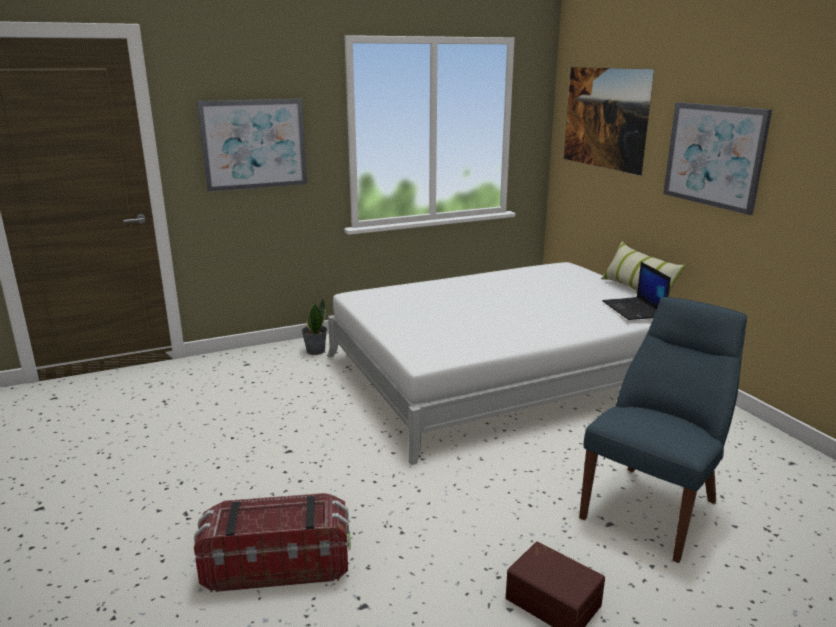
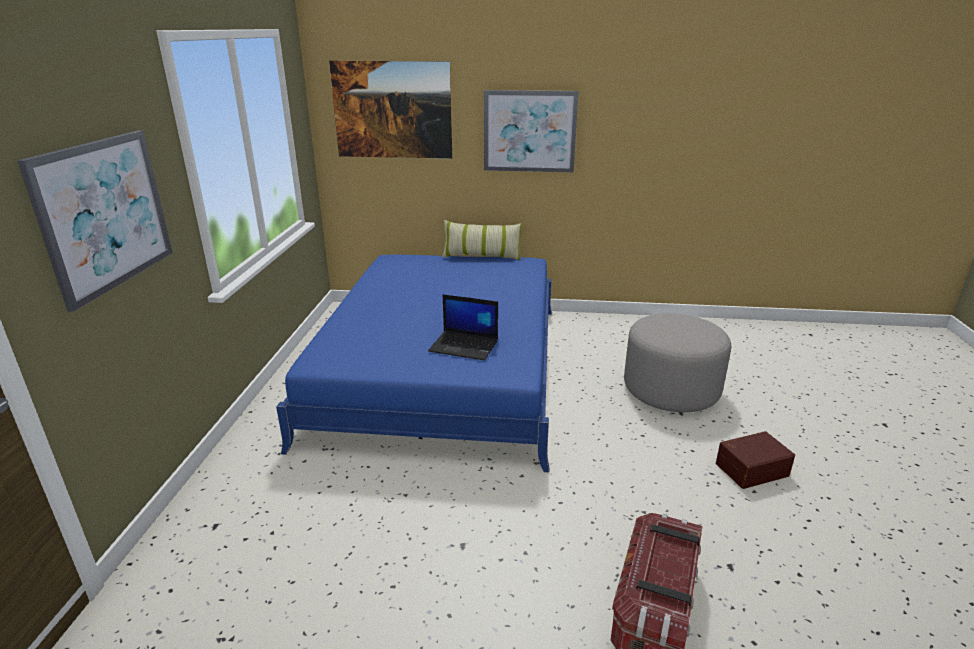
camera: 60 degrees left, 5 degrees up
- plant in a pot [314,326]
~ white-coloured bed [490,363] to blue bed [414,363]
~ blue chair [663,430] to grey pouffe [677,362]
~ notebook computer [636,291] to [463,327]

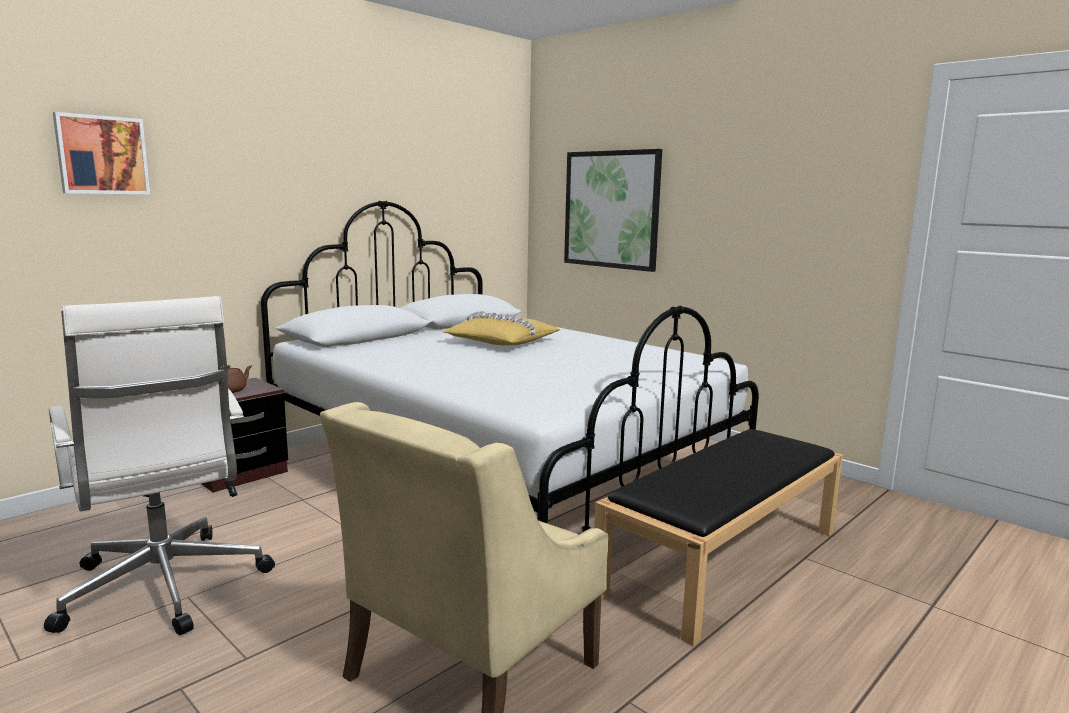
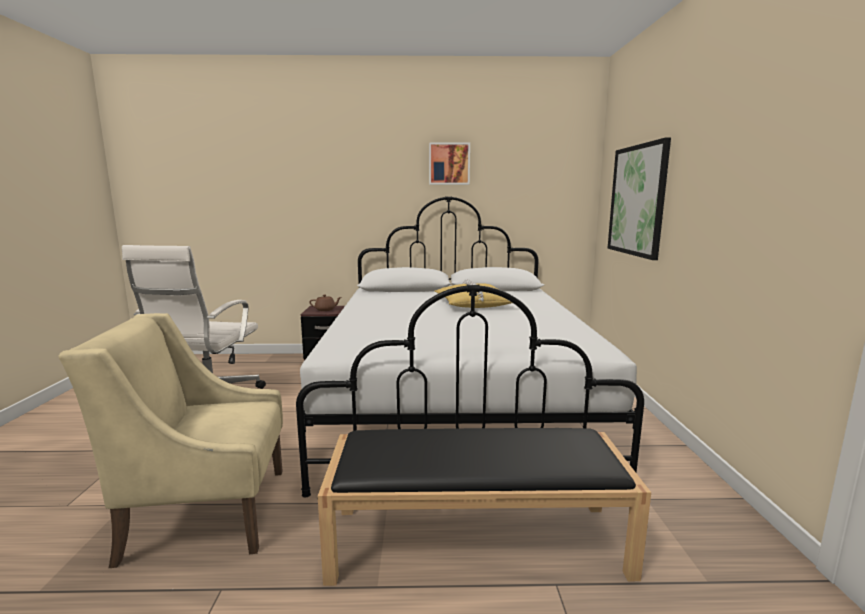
camera: 45 degrees right, 0 degrees up
~ picture [101,153] to [449,163]

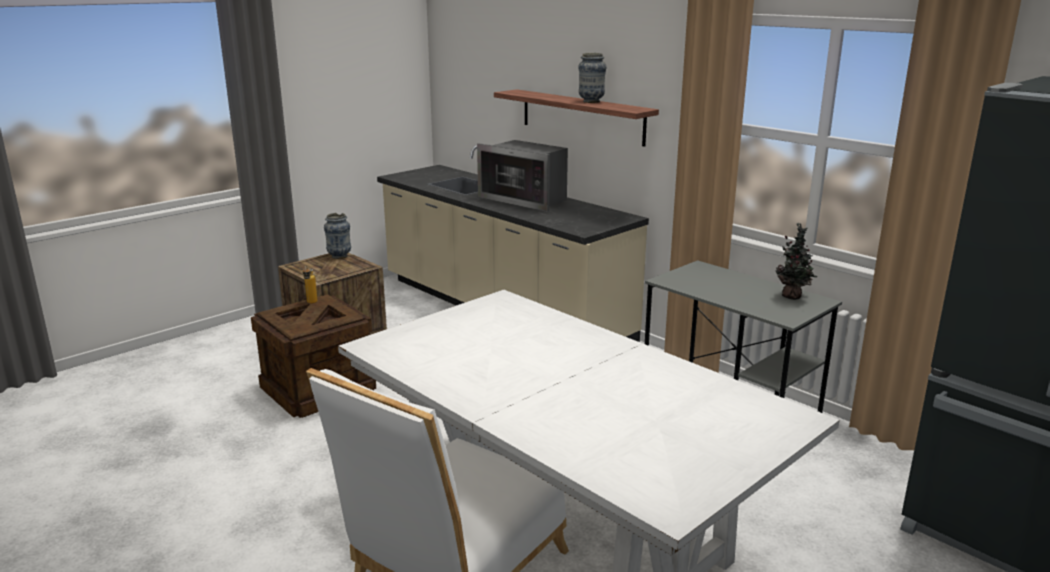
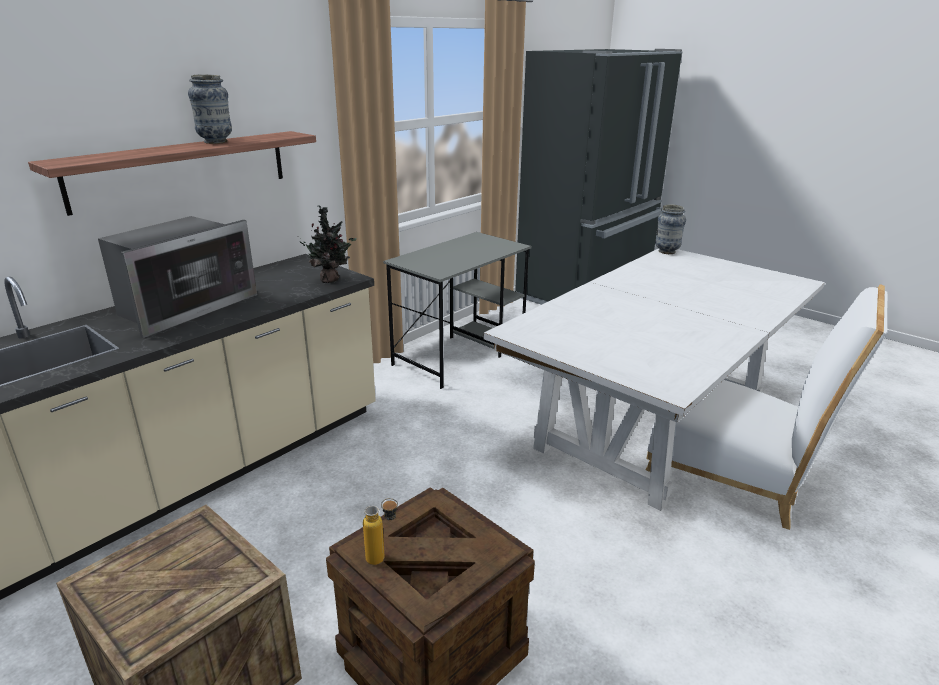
camera: 95 degrees left, 5 degrees up
~ decorative vase [337,236] to [670,229]
~ plant in a pot [797,261] to [328,244]

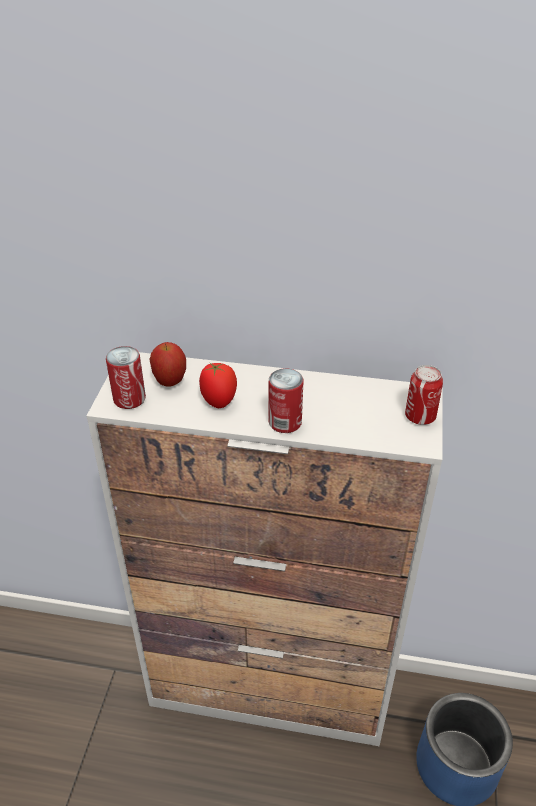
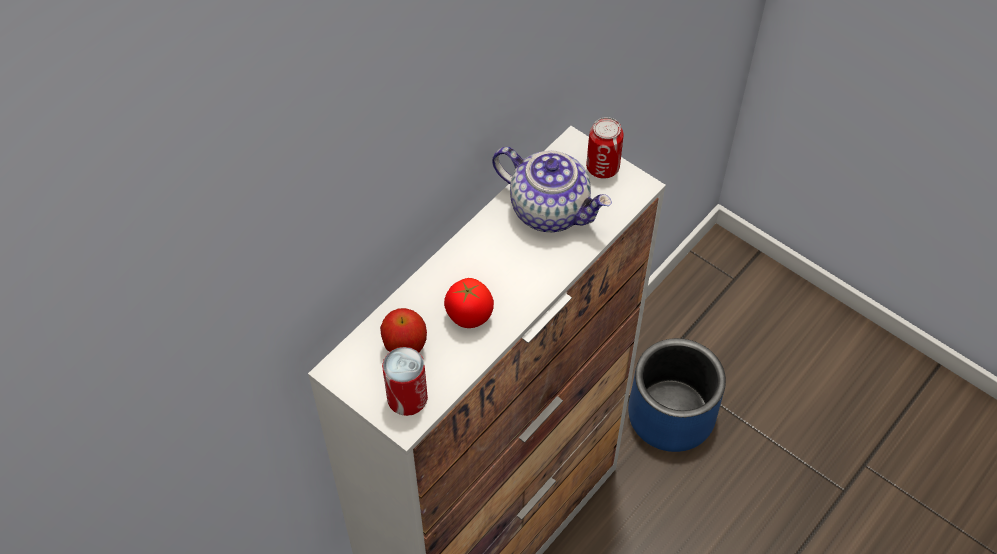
camera: 60 degrees left, 15 degrees up
- can [286,400]
+ pot for tea [552,189]

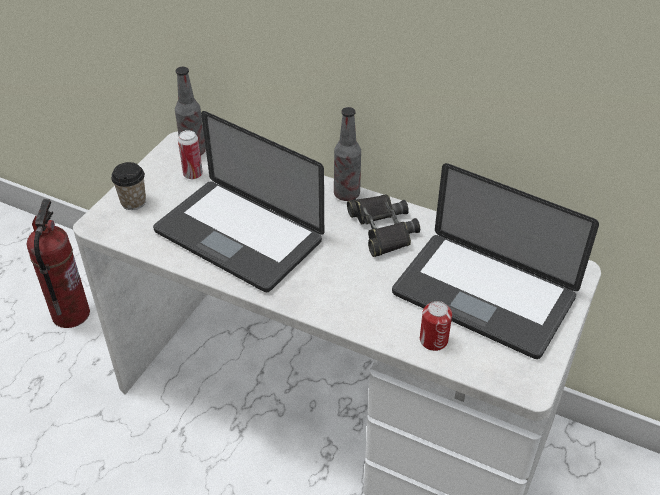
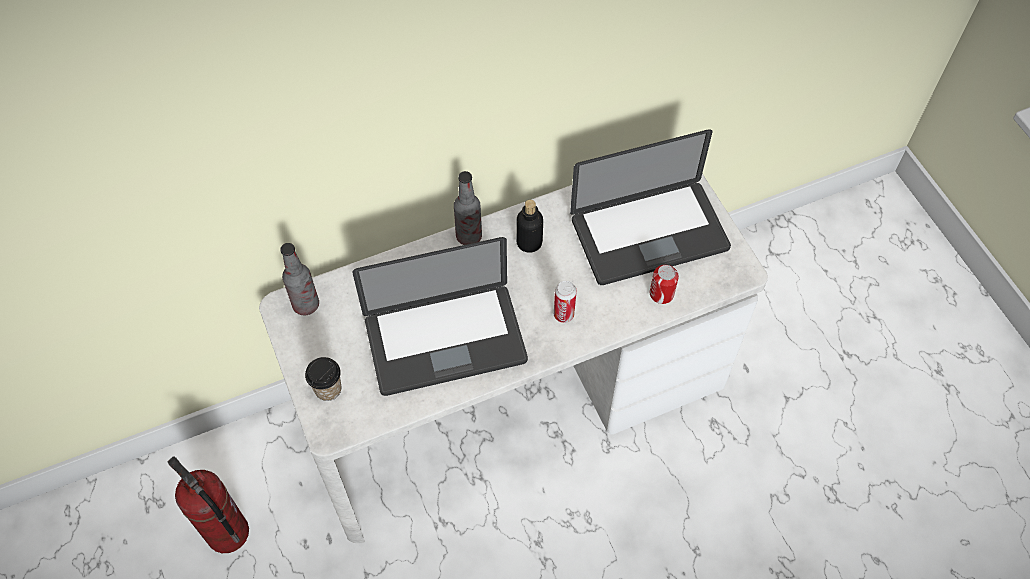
camera: 50 degrees left, 15 degrees up
~ can [190,154] to [565,302]
~ black field glasses [383,226] to bottle [529,226]

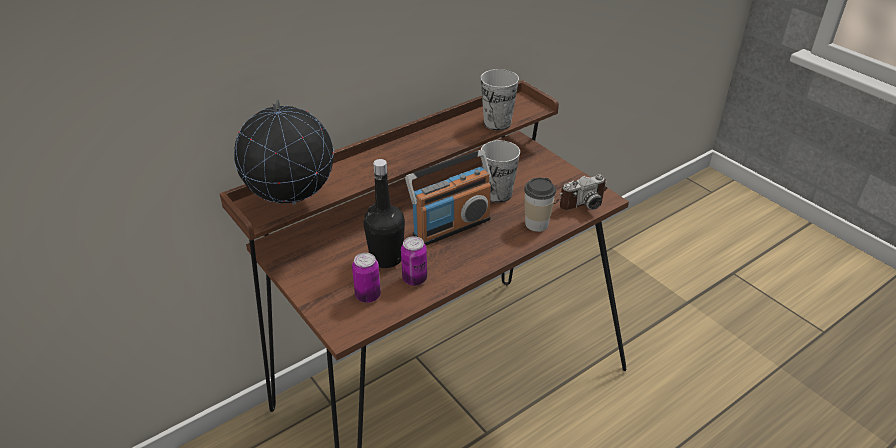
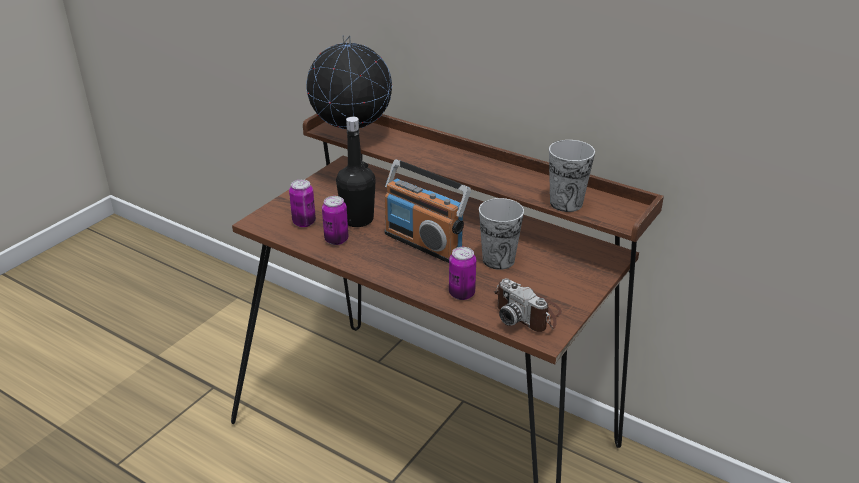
camera: 70 degrees right, 5 degrees down
~ cup [540,205] to can [462,273]

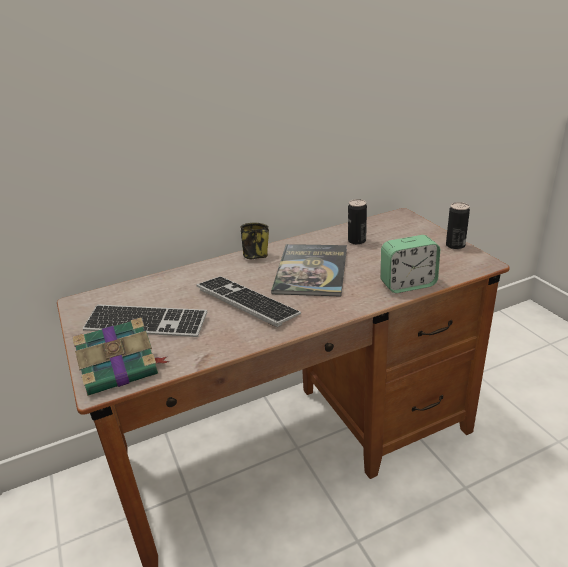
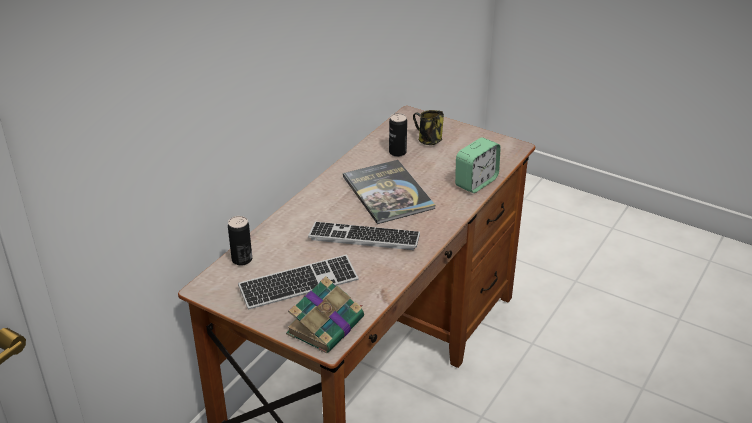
camera: 35 degrees left, 5 degrees up
~ coffee mug [255,240] to [428,127]
~ can [458,226] to [240,241]

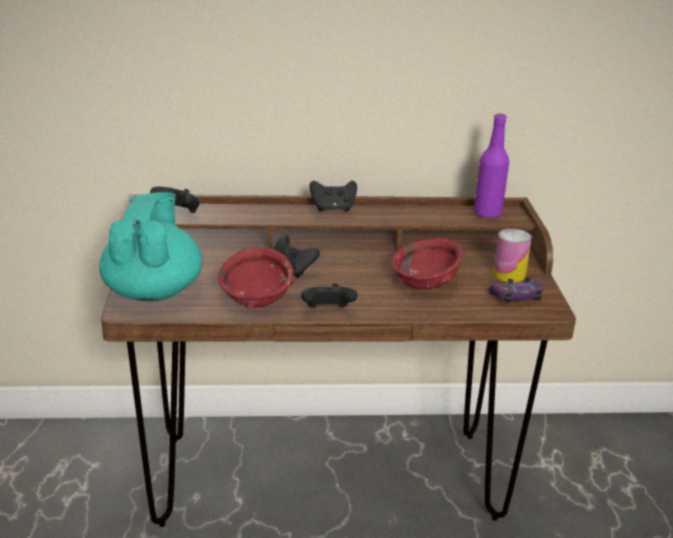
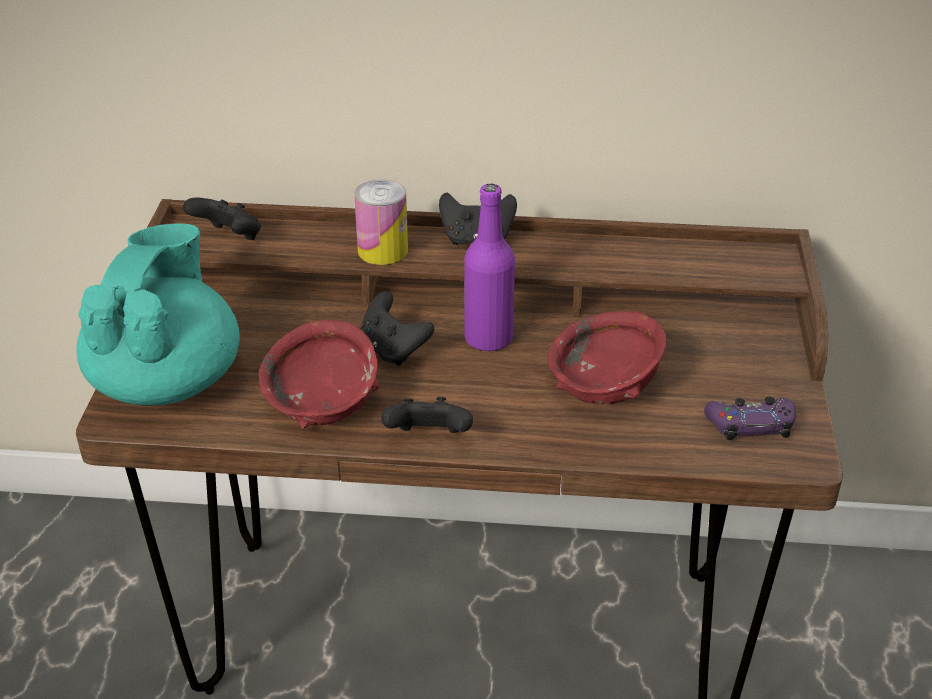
camera: 10 degrees right, 10 degrees up
~ purple-coloured bottle [491,166] to [489,268]
~ can [512,256] to [381,222]

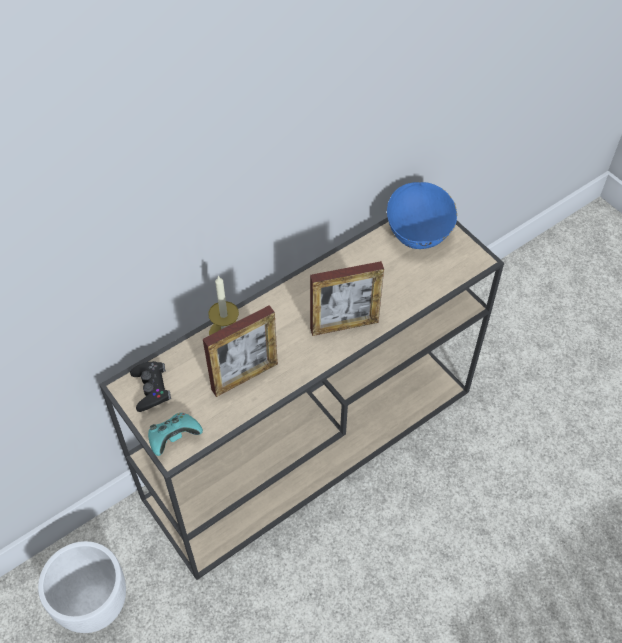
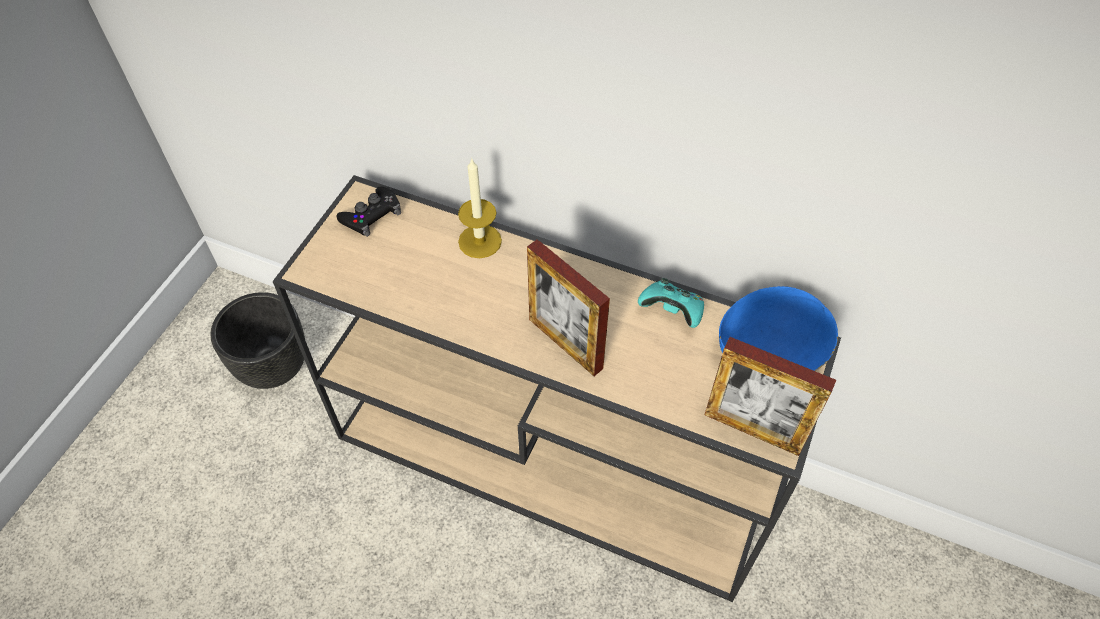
camera: 60 degrees right, 0 degrees up
~ white-coloured plant pot [82,587] to black plant pot [257,340]
~ turquoise-coloured gamepad [175,434] to [671,303]
~ picture frame [240,351] to [770,396]

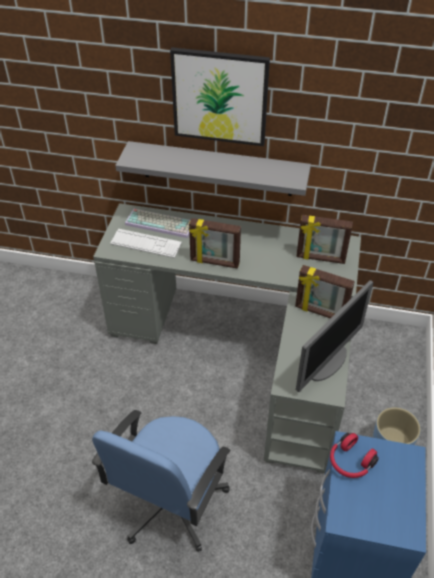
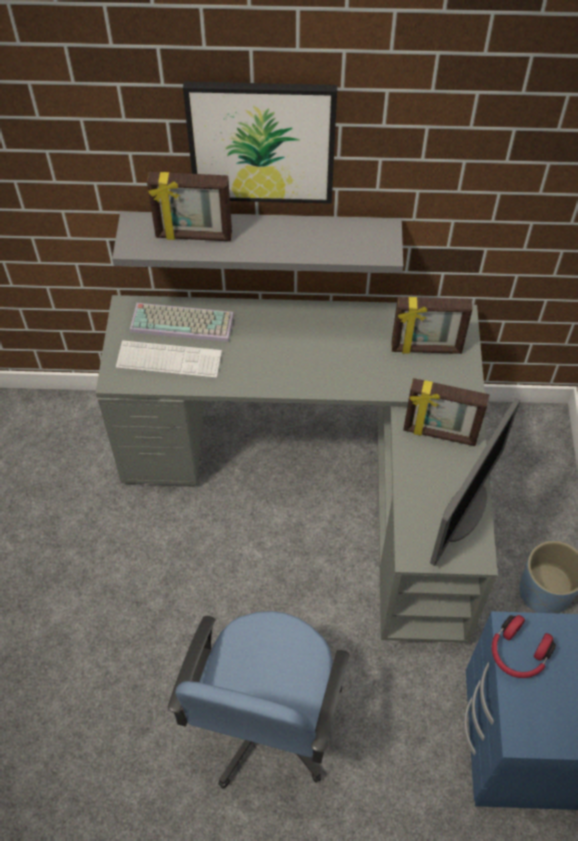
camera: 10 degrees left, 10 degrees up
~ picture frame [215,243] to [189,206]

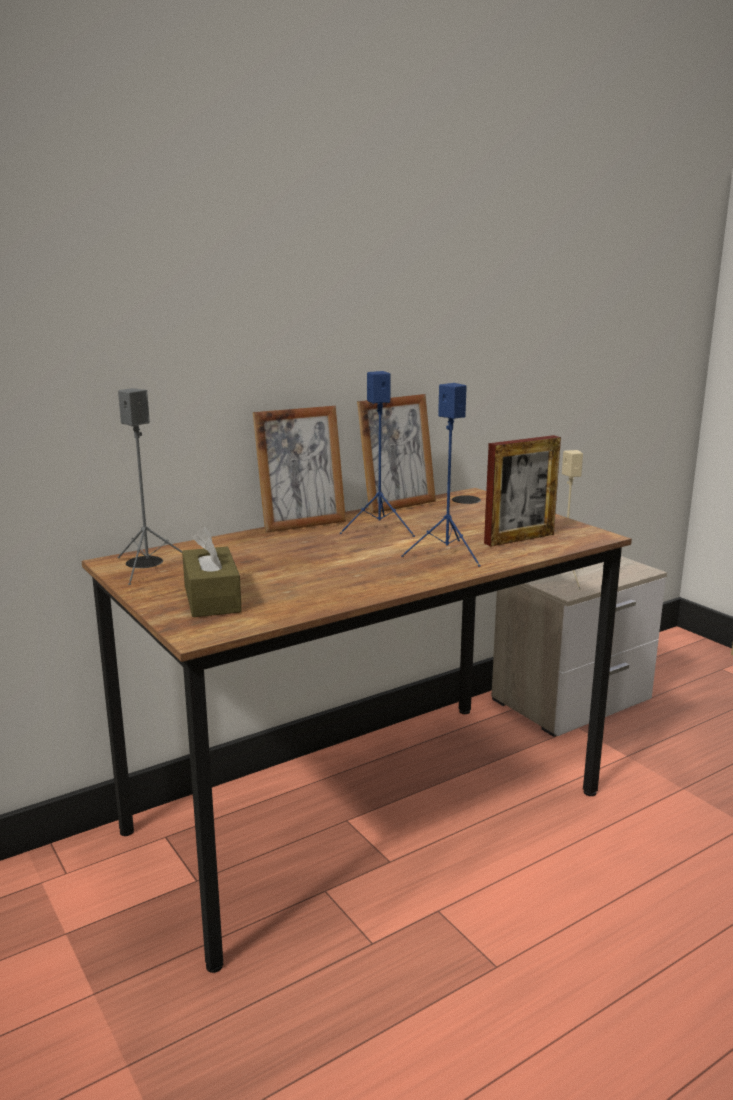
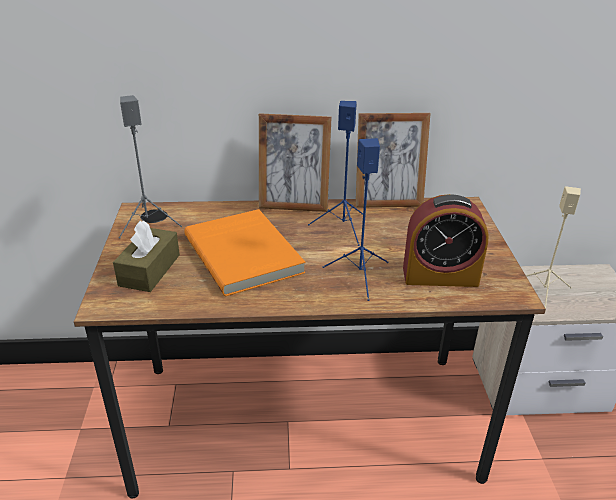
camera: 30 degrees right, 15 degrees up
~ picture frame [522,491] to bedside clock [446,240]
+ orange-coloured bound book [244,253]

